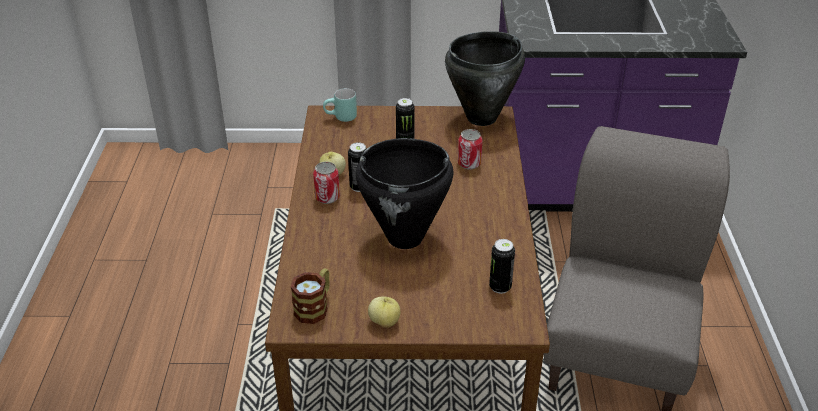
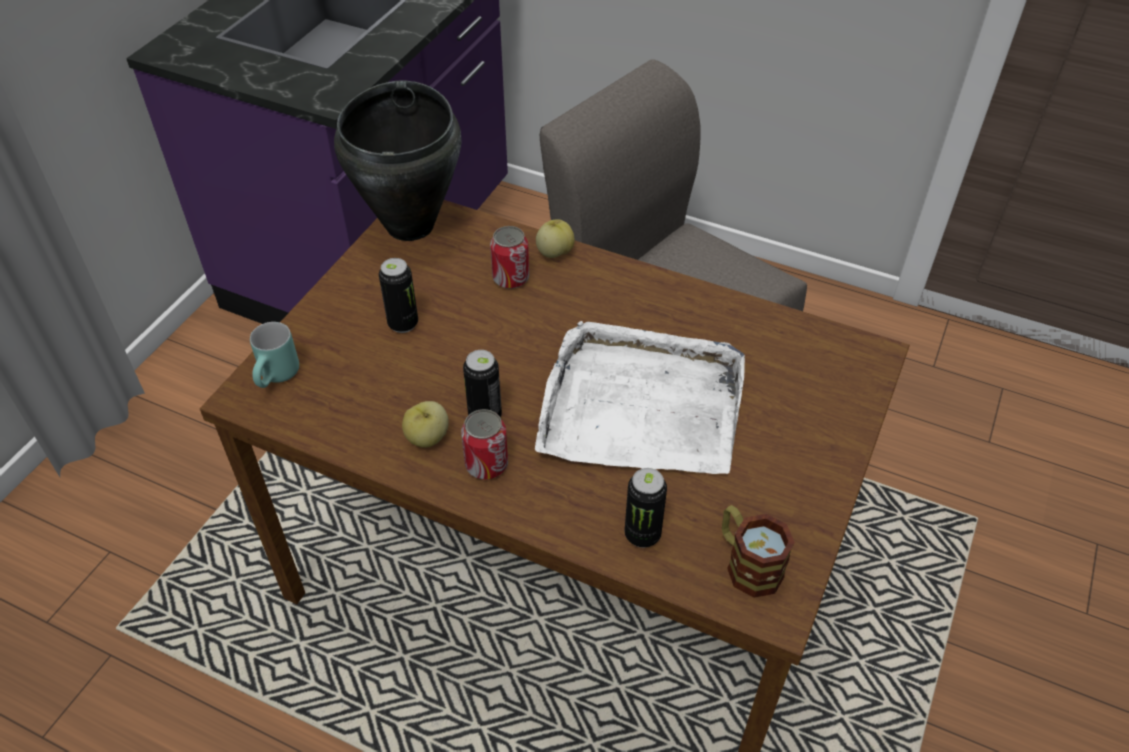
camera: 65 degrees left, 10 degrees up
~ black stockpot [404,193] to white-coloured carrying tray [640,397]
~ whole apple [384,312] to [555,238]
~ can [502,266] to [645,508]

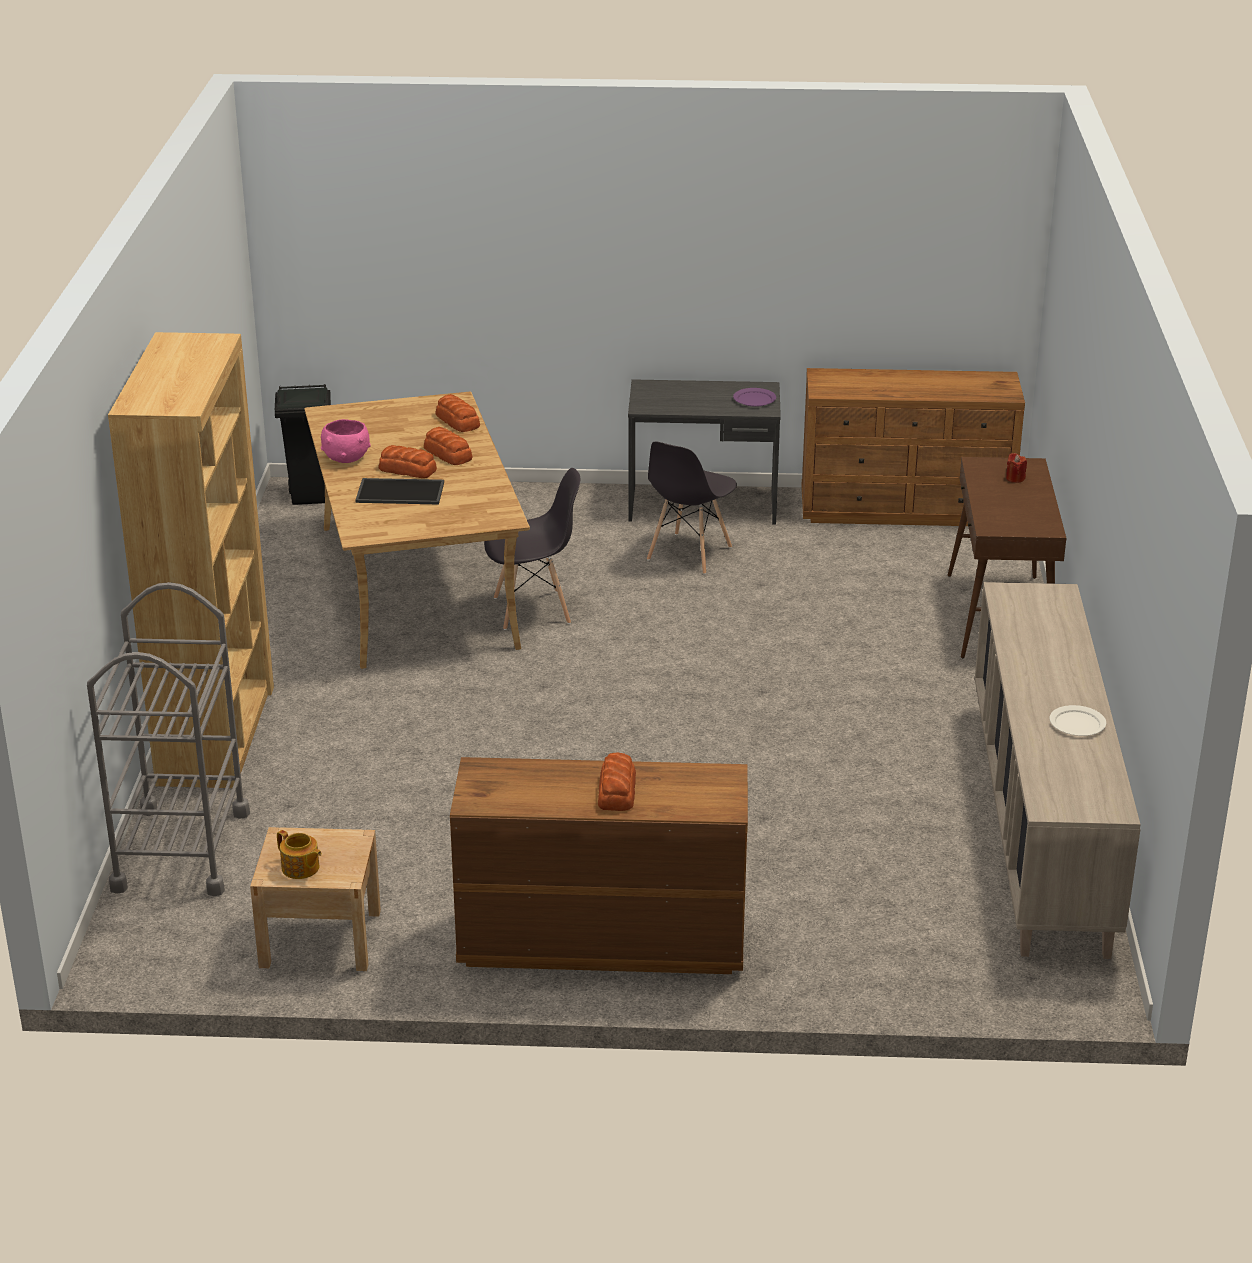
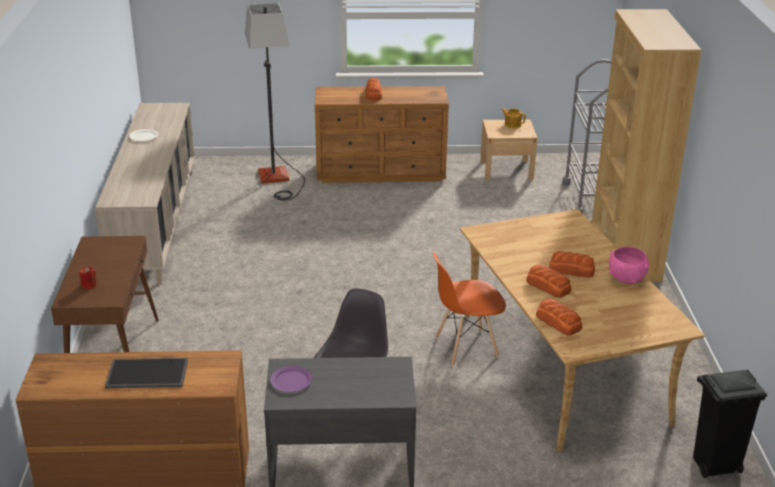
camera: 175 degrees right, 0 degrees up
~ carrying tray [399,491] to [146,373]
~ grey chair [532,549] to orange-coloured chair [469,309]
+ standing lamp [275,102]

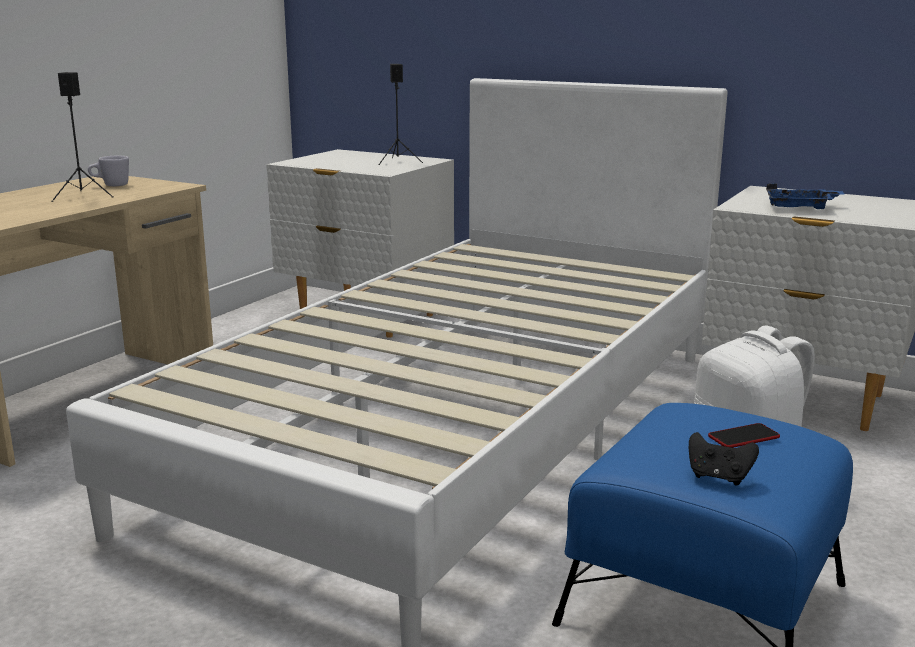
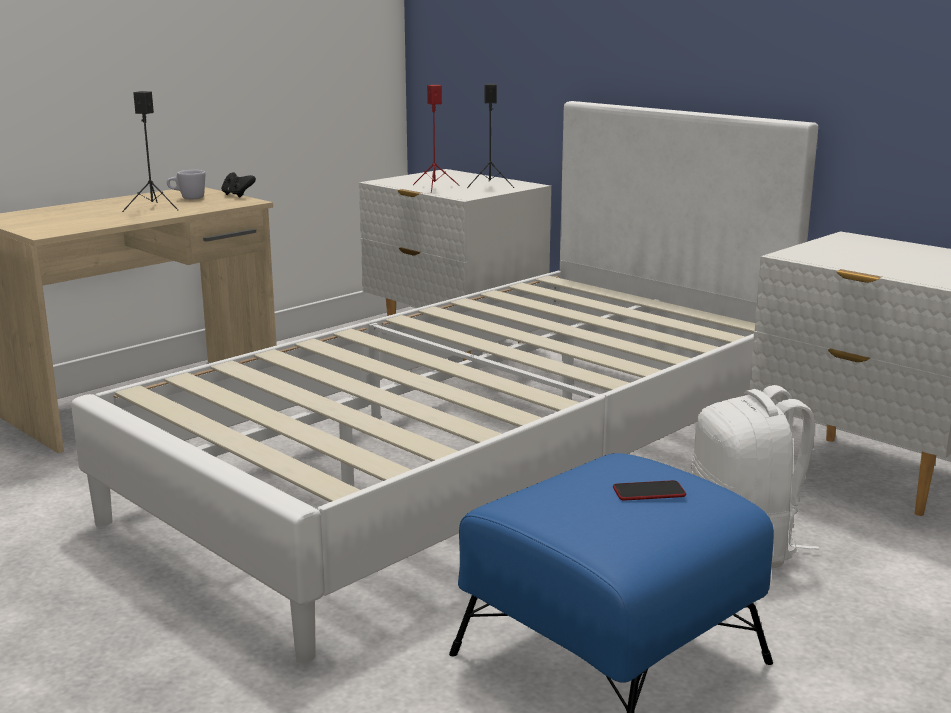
camera: 15 degrees right, 0 degrees up
~ black gamepad [724,458] to [238,185]
- blue carrying tray [805,196]
+ reddish audio speaker [436,138]

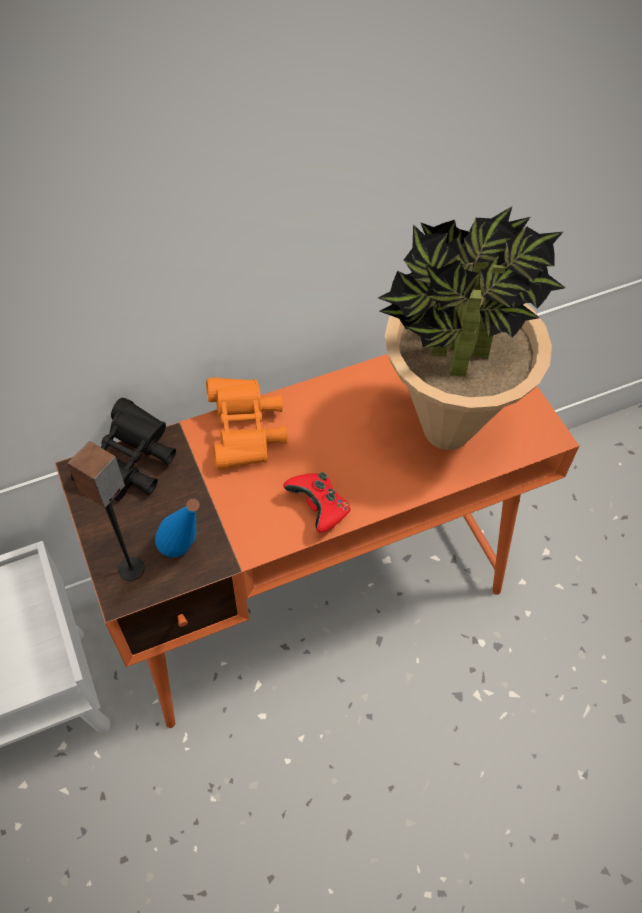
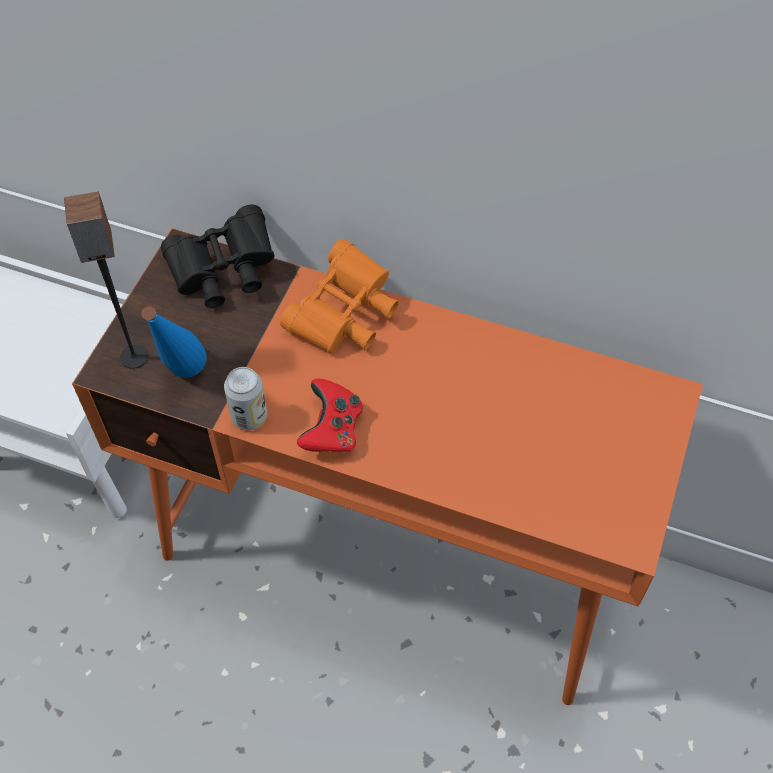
camera: 45 degrees right, 0 degrees up
- plant in a pot [472,328]
+ can [245,399]

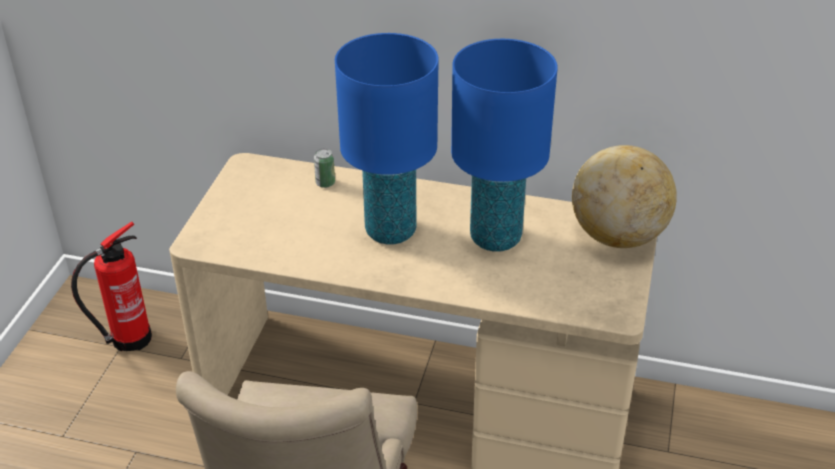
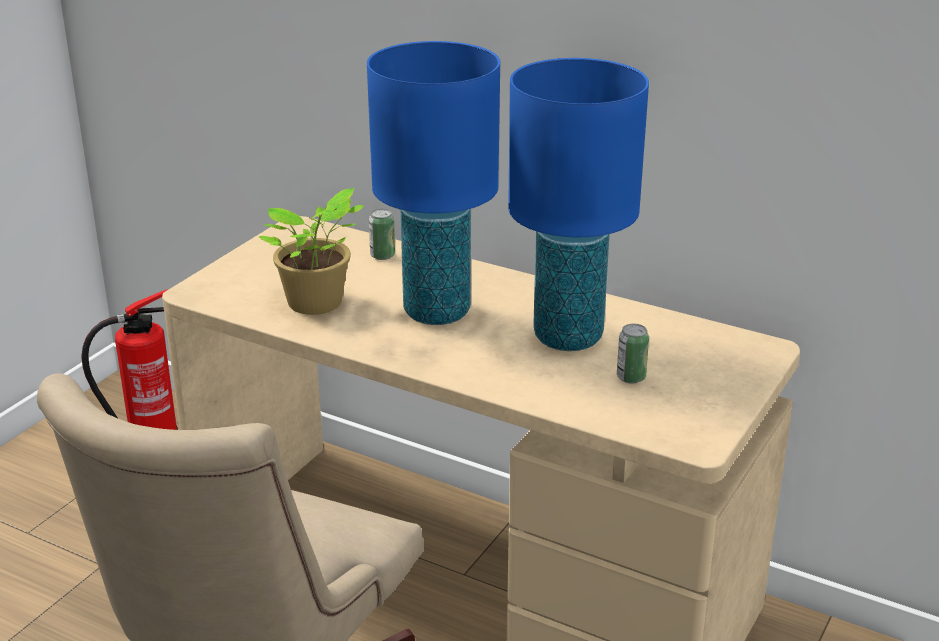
camera: 15 degrees right, 10 degrees down
- globe [624,196]
+ plant in a pot [312,251]
+ can [633,354]

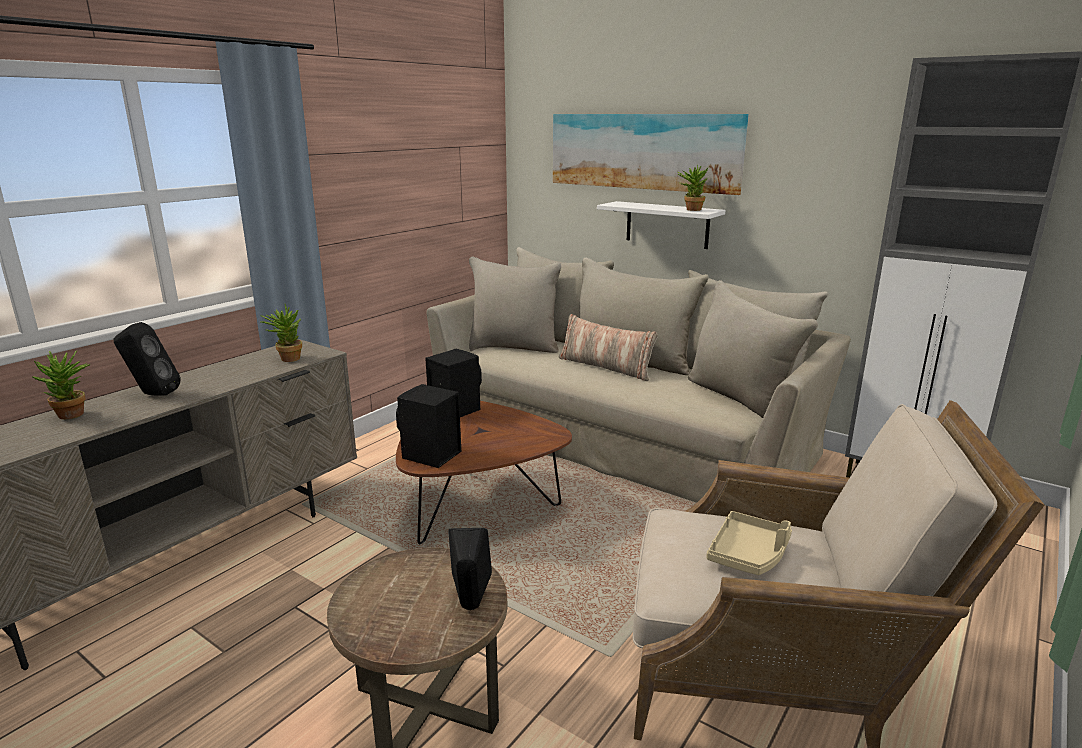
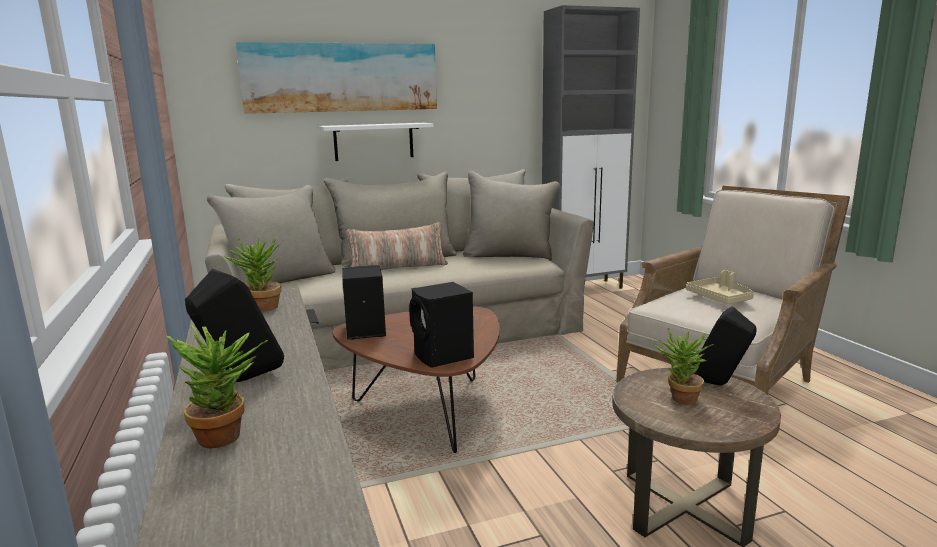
camera: 55 degrees left, 5 degrees down
~ plant in a pot [693,187] to [683,366]

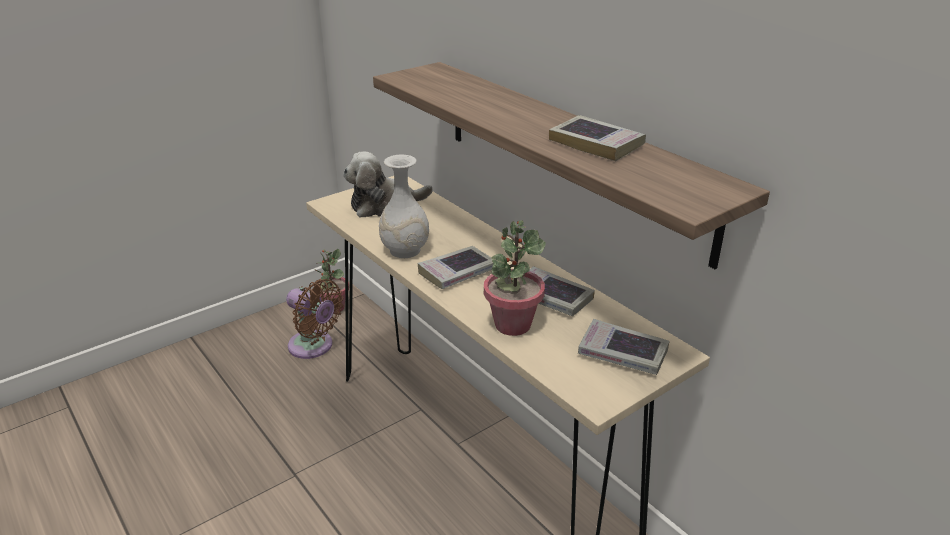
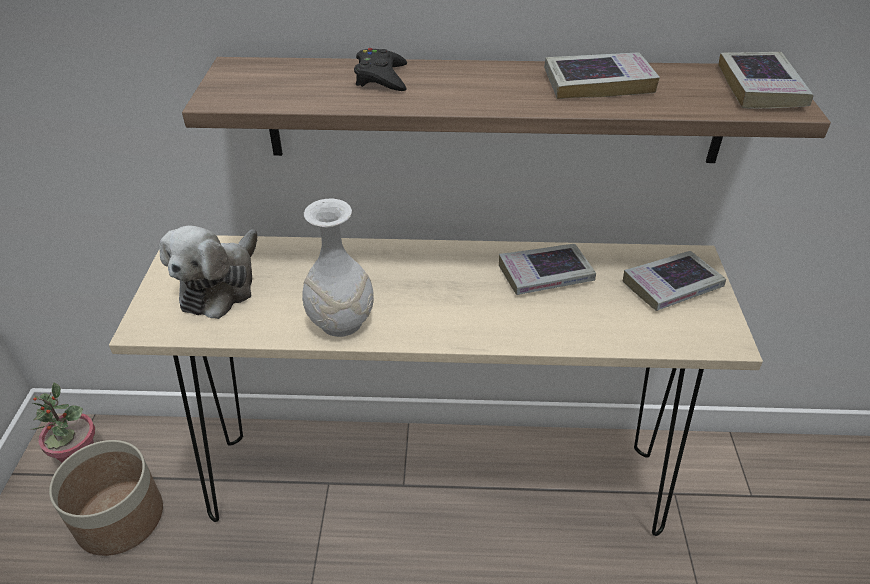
camera: 50 degrees left, 10 degrees up
~ brown fan [314,319] to plant pot [106,498]
~ bound book [456,267] to [766,80]
- plant in a pot [515,278]
+ black gamepad [380,69]

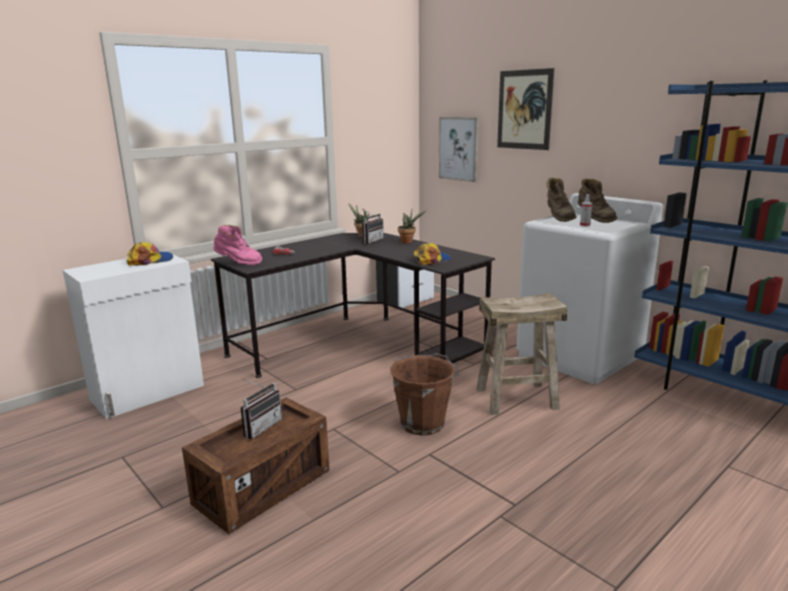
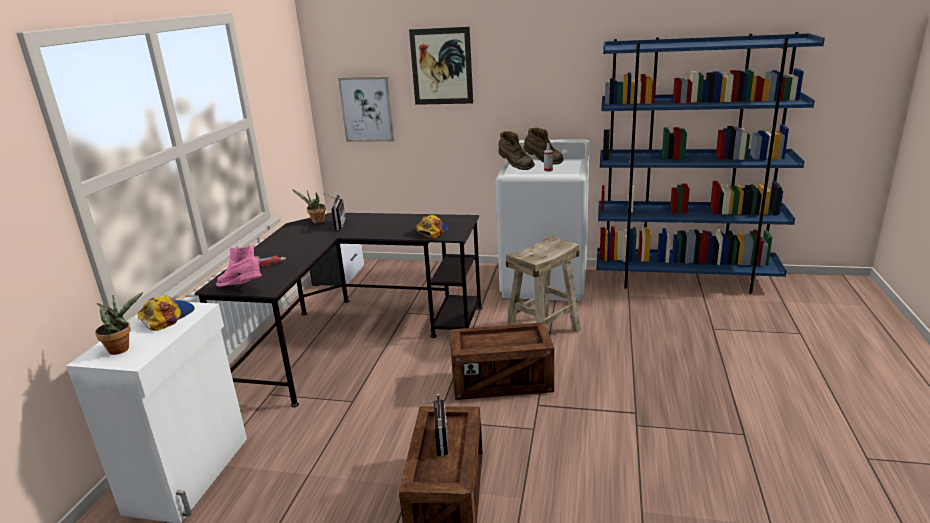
camera: 35 degrees left, 5 degrees up
~ pinkish boot [237,245] = [239,266] 120 degrees counterclockwise
~ brown pail [424,394] to packing crate [502,361]
~ plant in a pot [412,226] to [119,323]

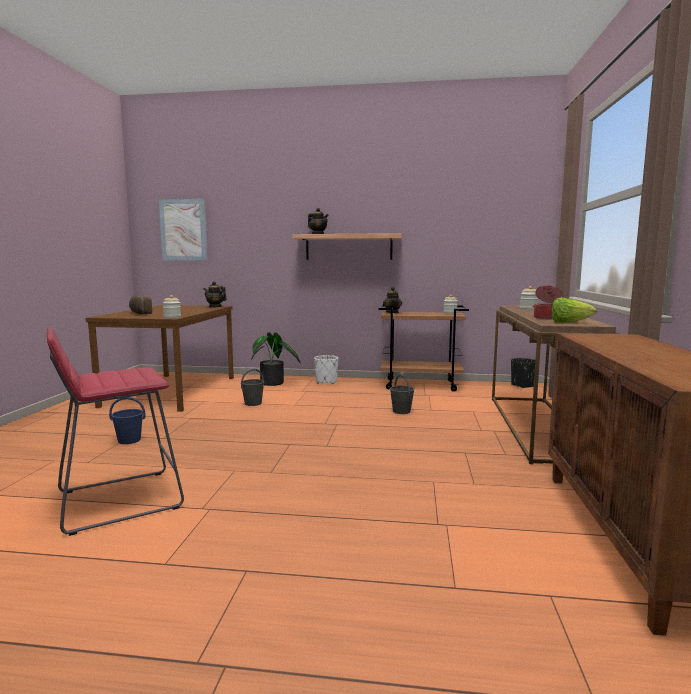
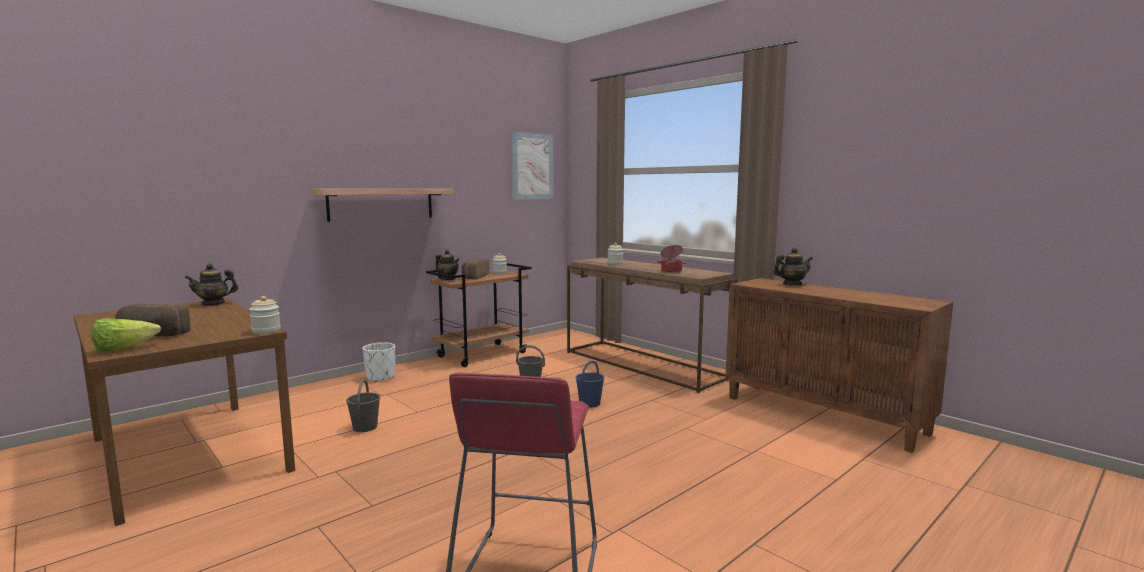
camera: 50 degrees left, 0 degrees up
~ blue pail [127,420] to [590,384]
~ picture [183,230] to [532,166]
- plant in a pot [276,359]
~ pot for tea [318,221] to [793,266]
- black plant pot [523,373]
~ lettuce [574,310] to [126,335]
+ bread [475,269]

